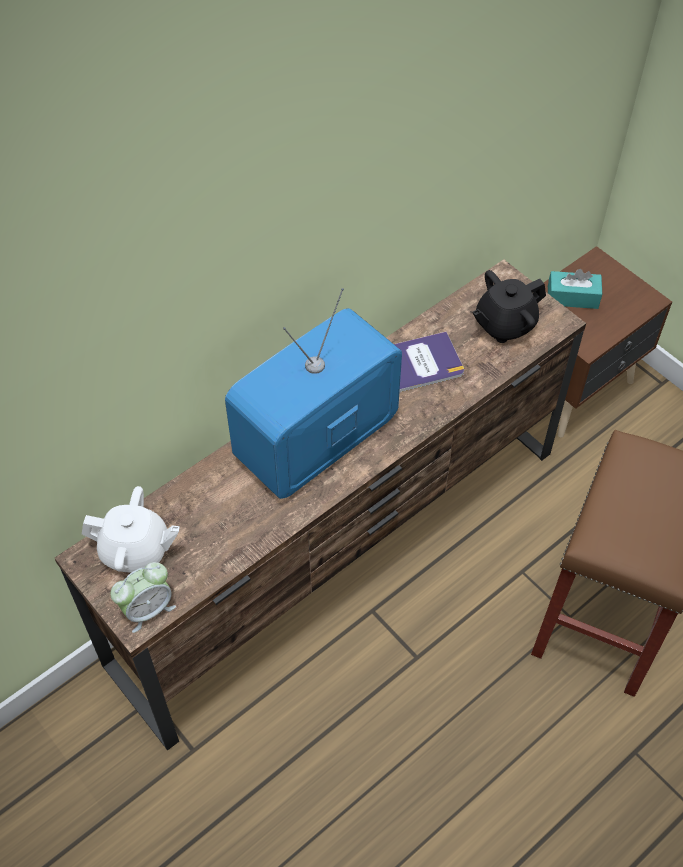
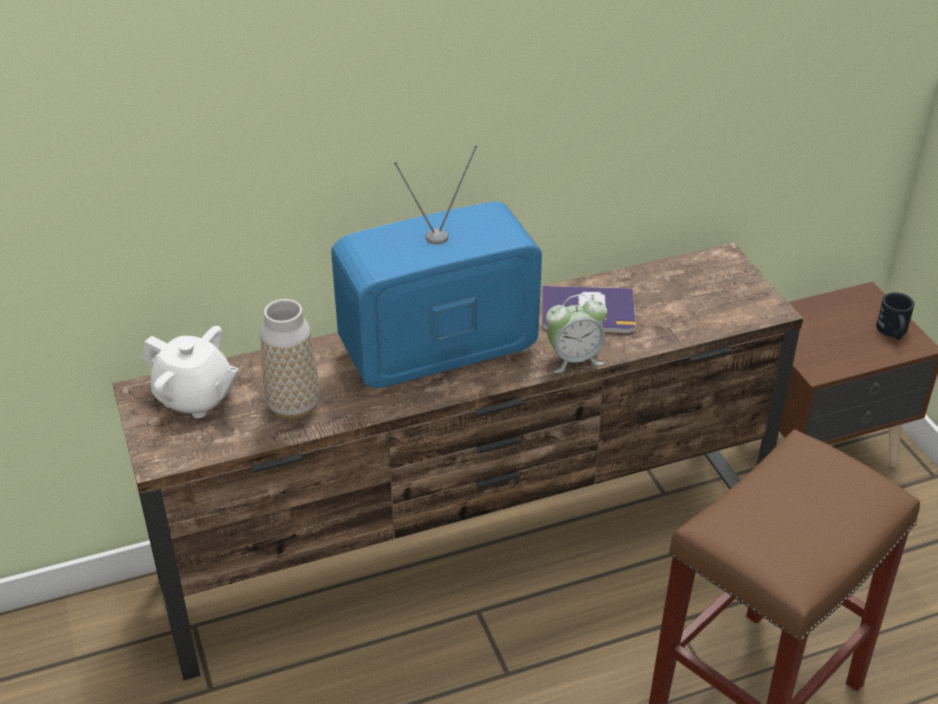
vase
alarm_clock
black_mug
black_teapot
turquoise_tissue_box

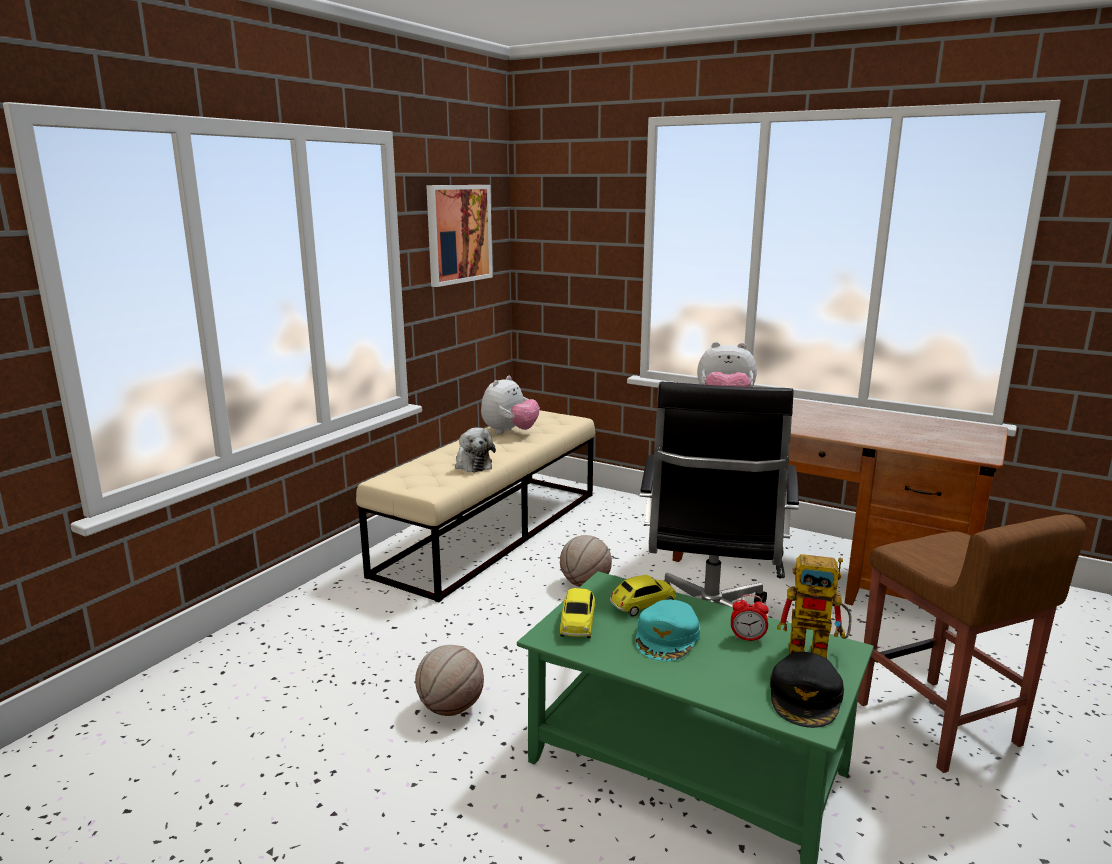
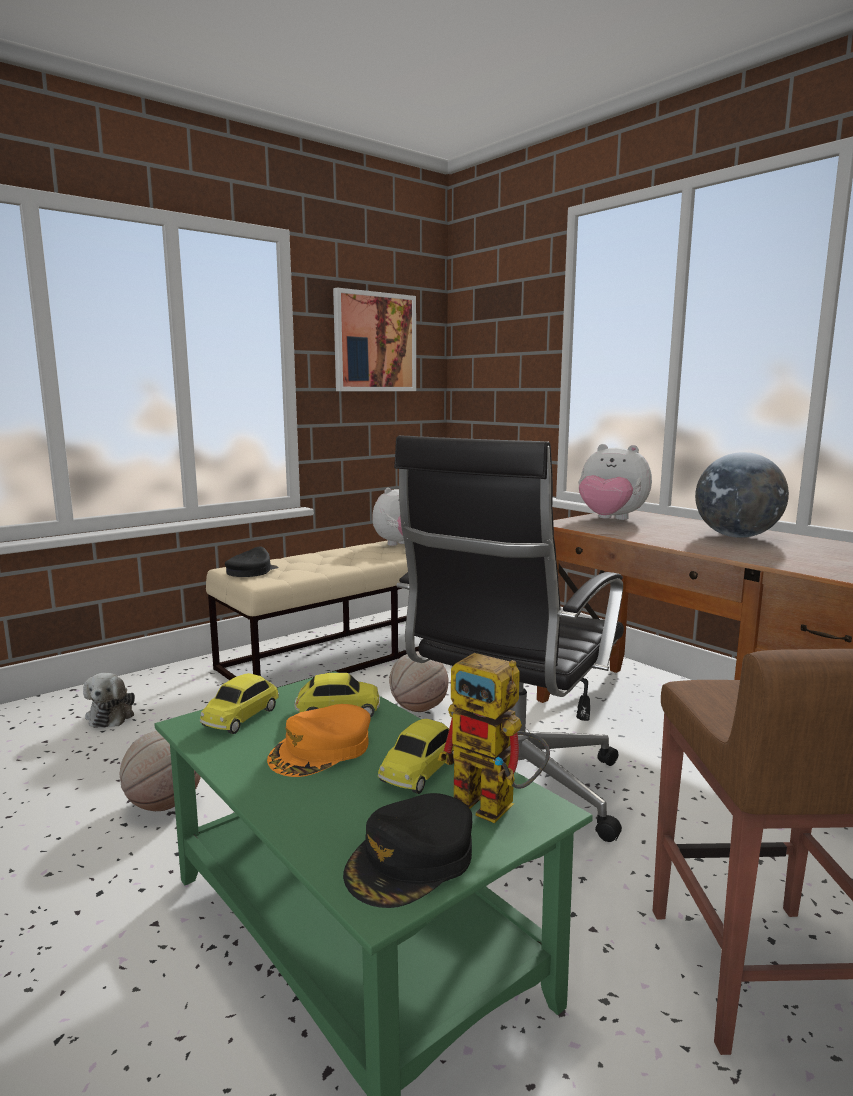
plush_toy (no. 1 from left)
black_cap (no. 1 from left)
orange_cap
toy_car (no. 3 from left)
globe

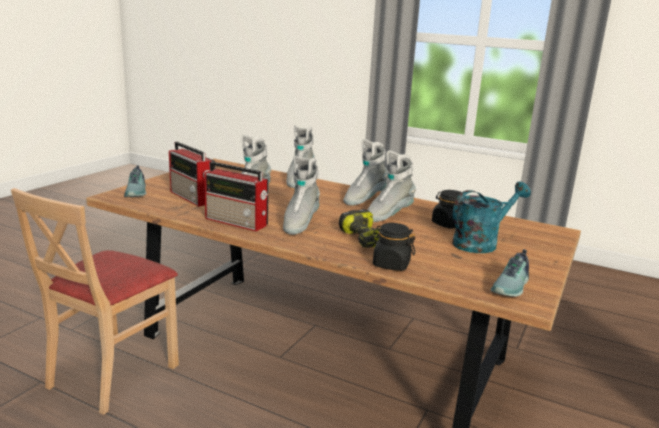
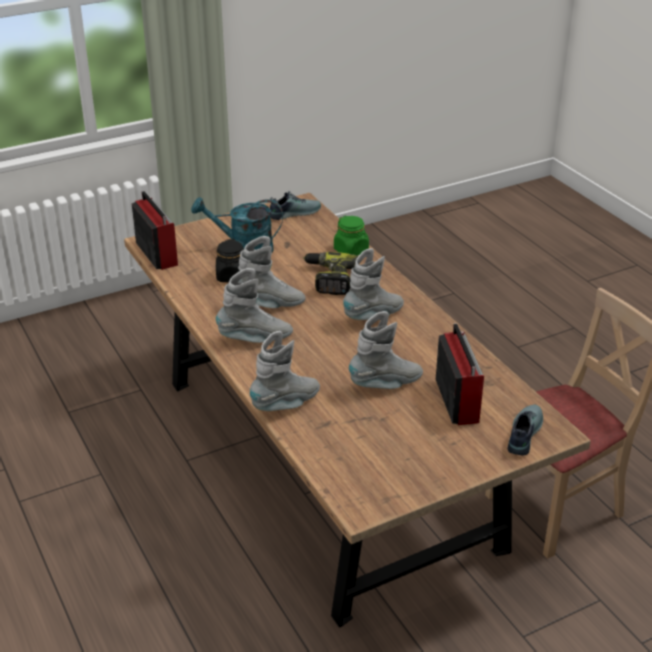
radio (no. 1 from left)
green_jar

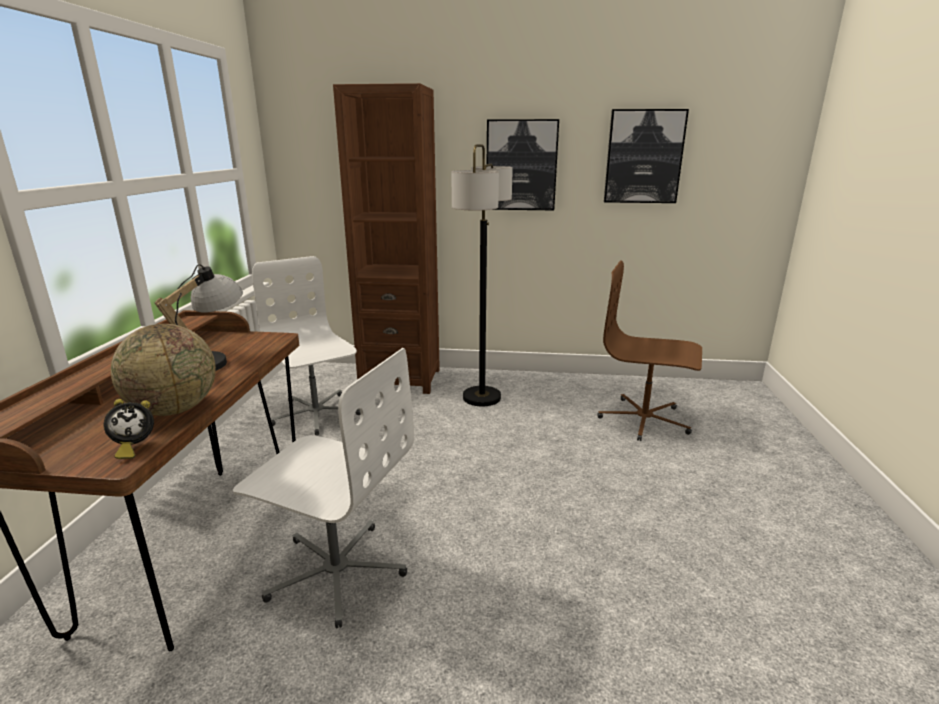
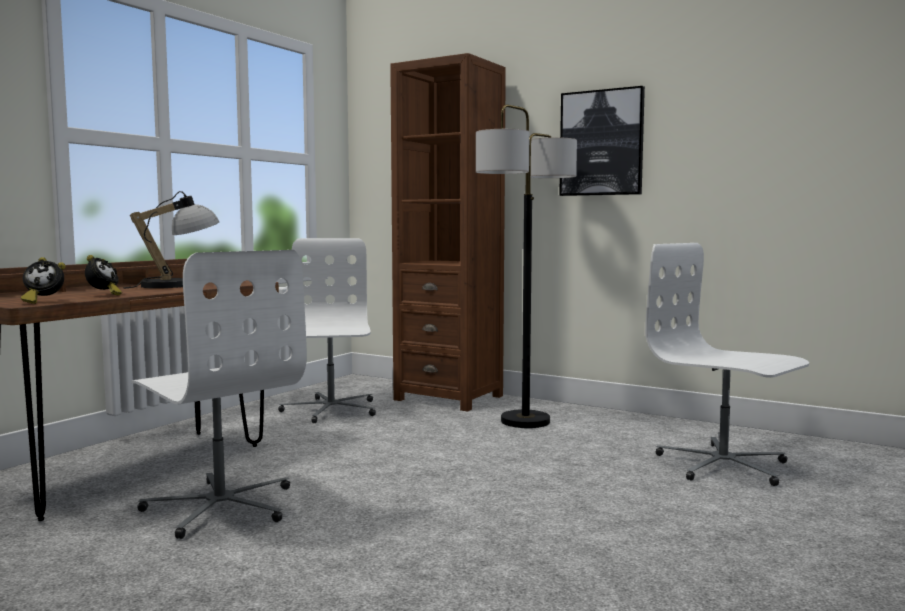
alarm_clock (no. 2 from left)
white_office_chair (no. 3 from left)
picture (no. 2 from left in the first image)

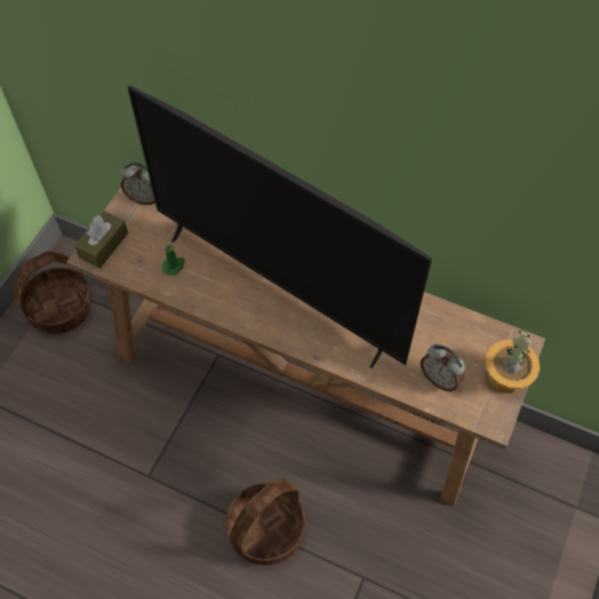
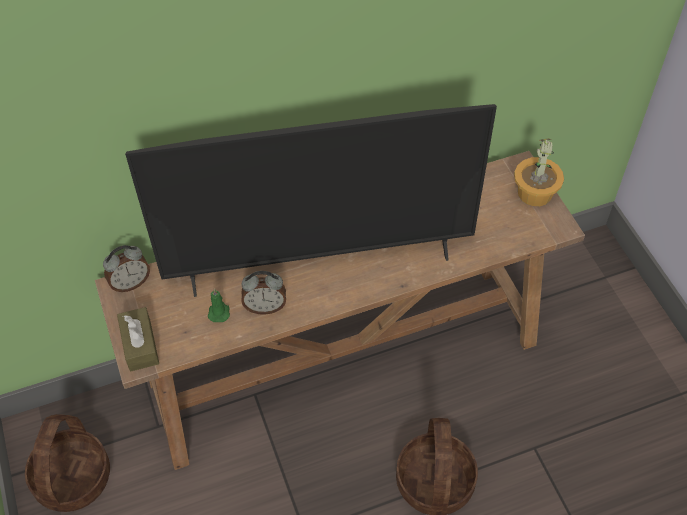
alarm_clock (no. 2 from left)

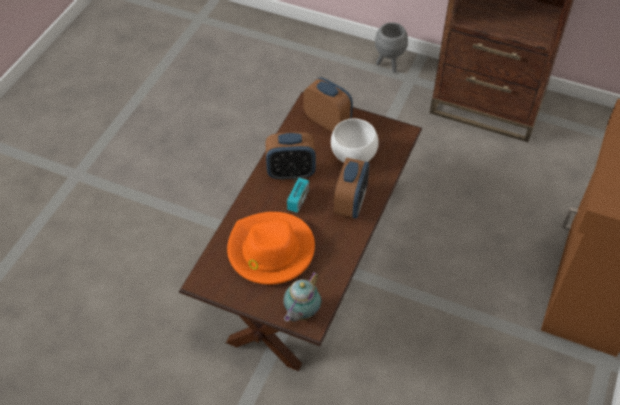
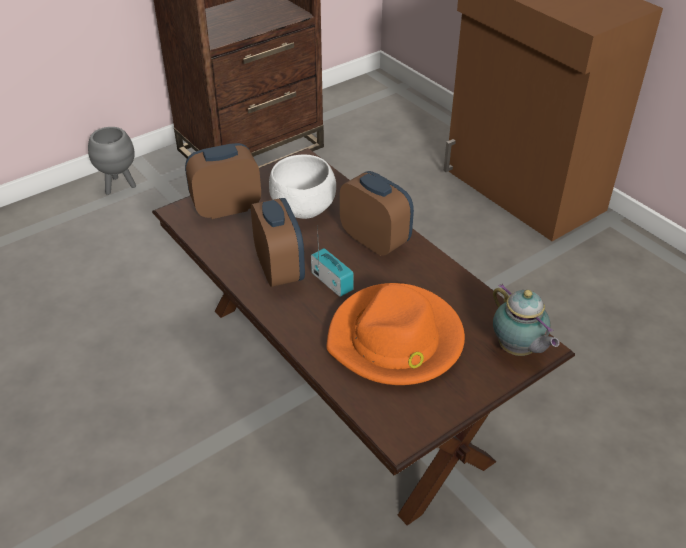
alarm_clock (no. 2 from left)

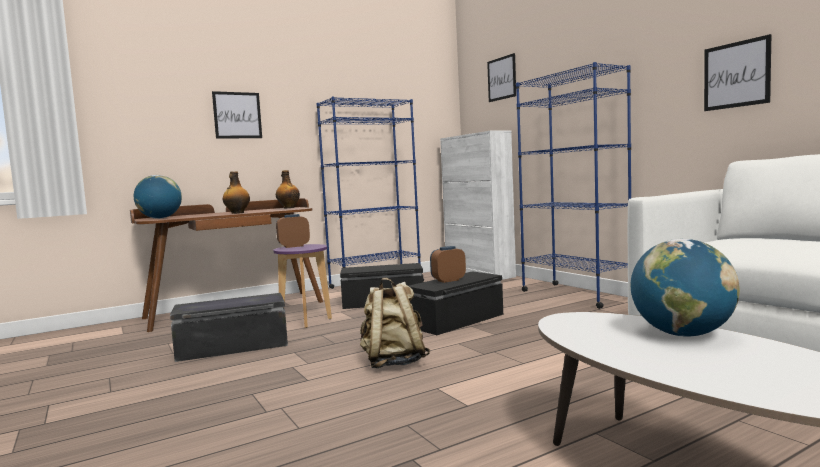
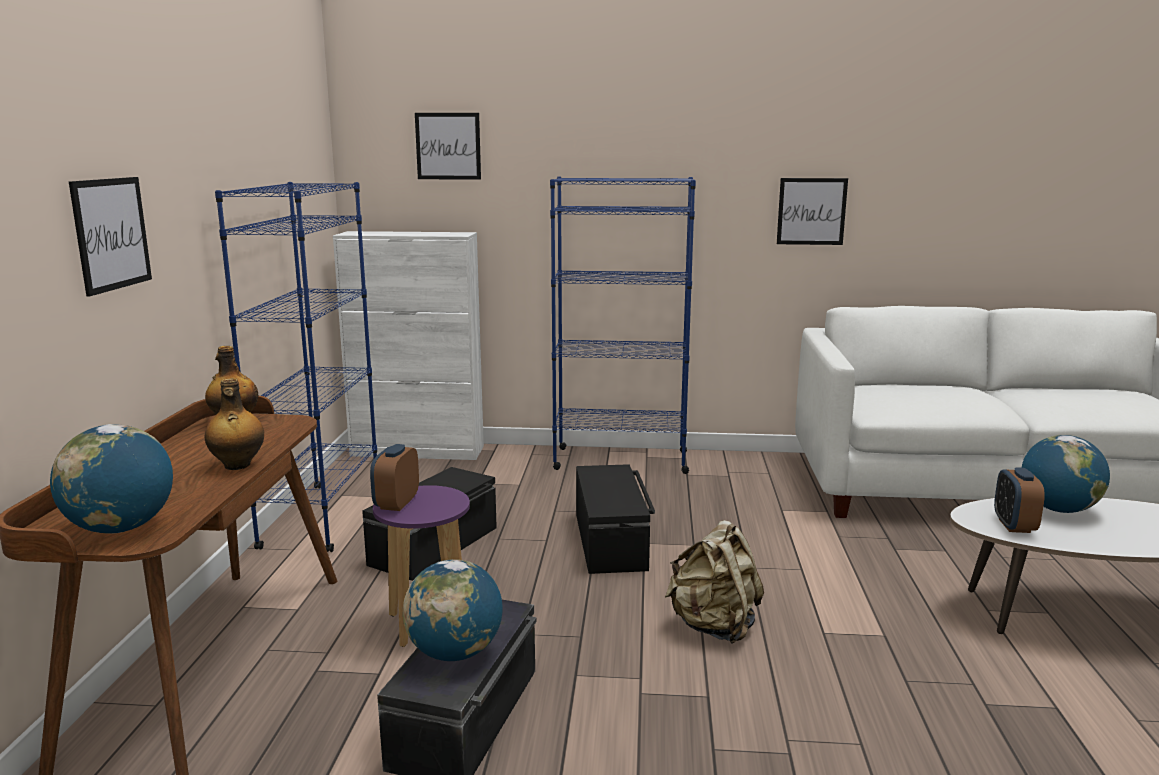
globe (no. 2 from left)
alarm_clock (no. 2 from left)

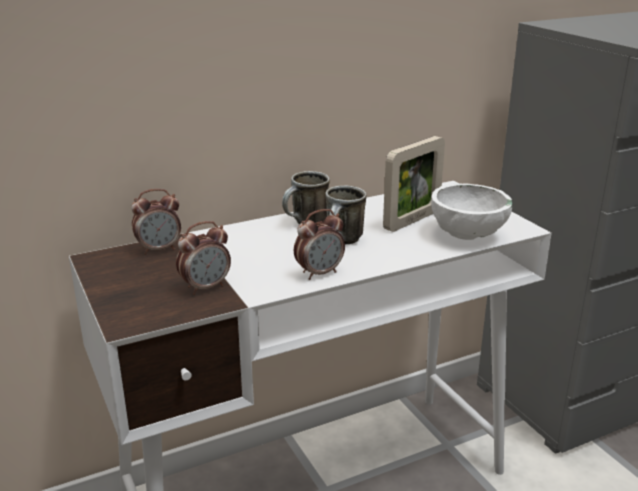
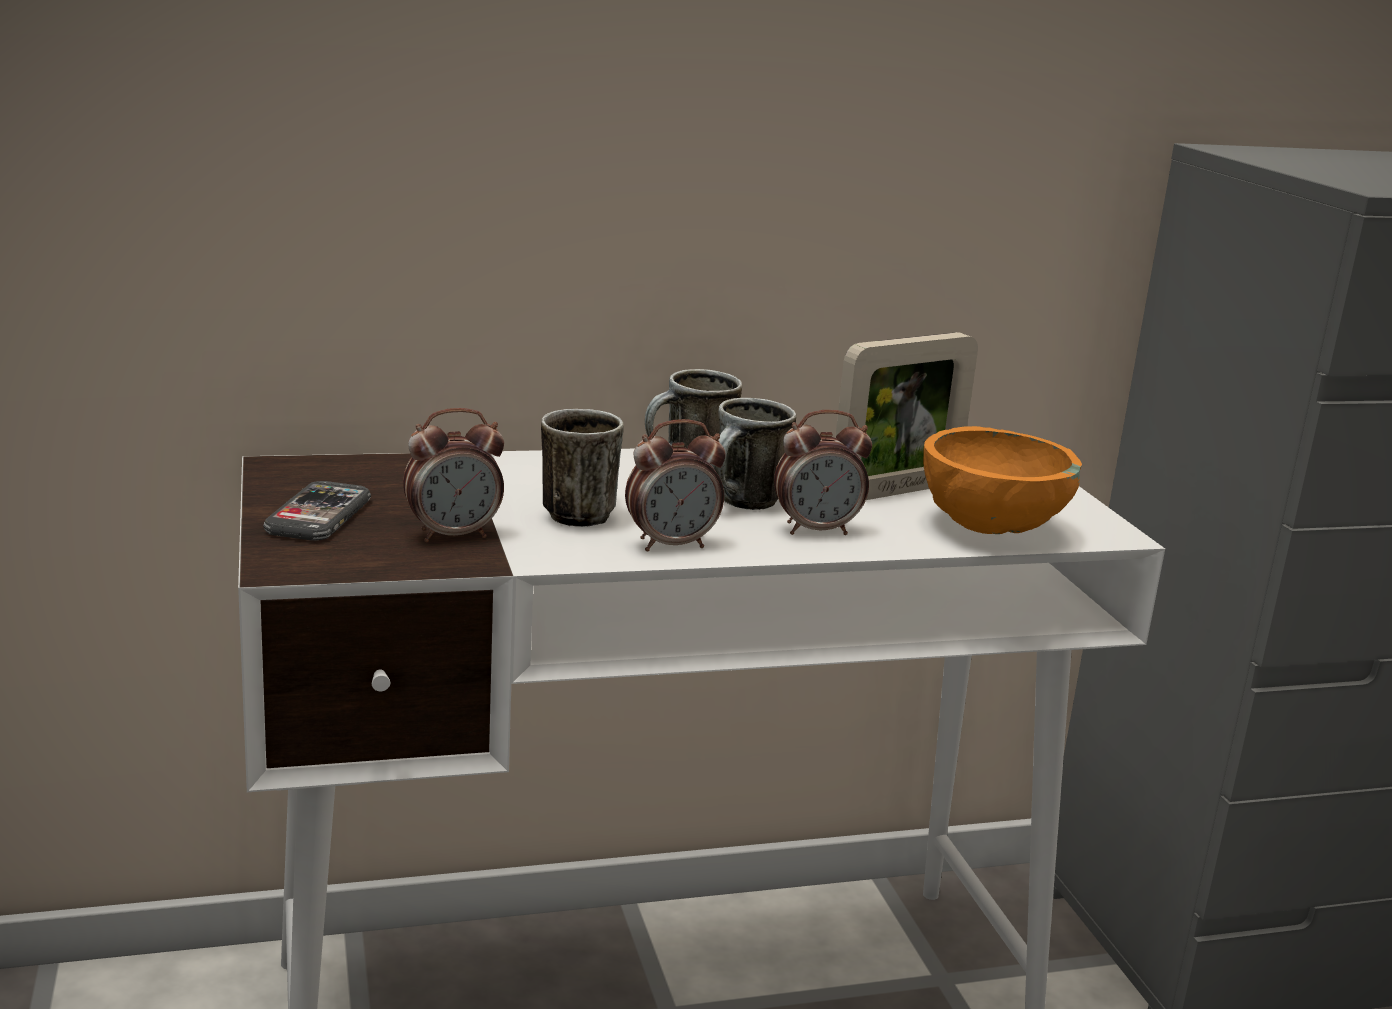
phone
mug (no. 1 from left)
alarm_clock (no. 3 from left)
orange_bowl

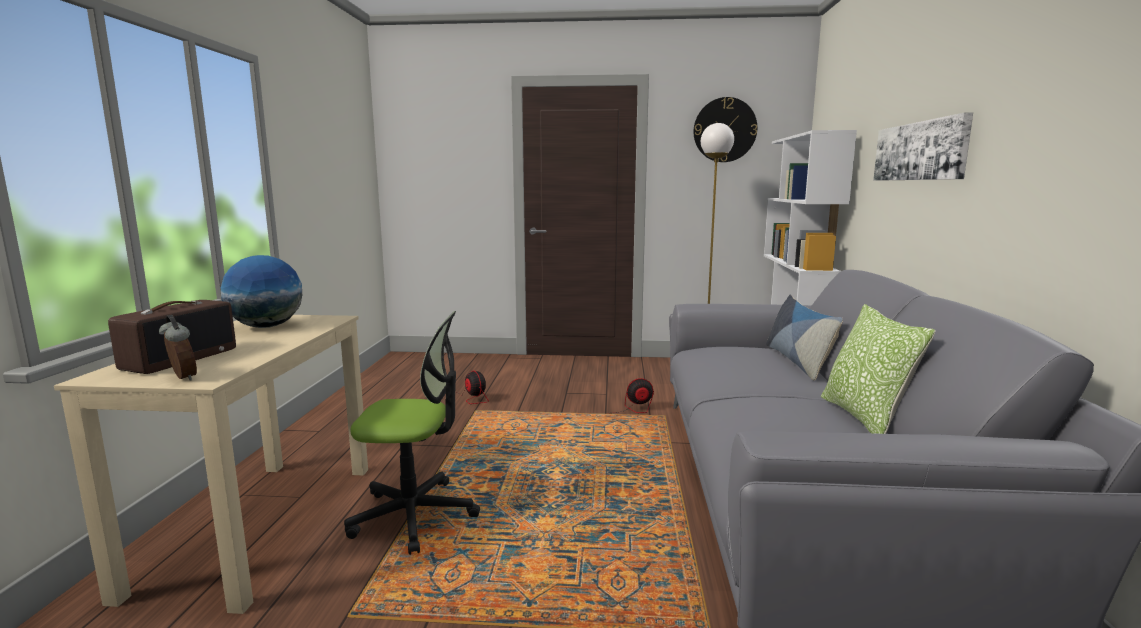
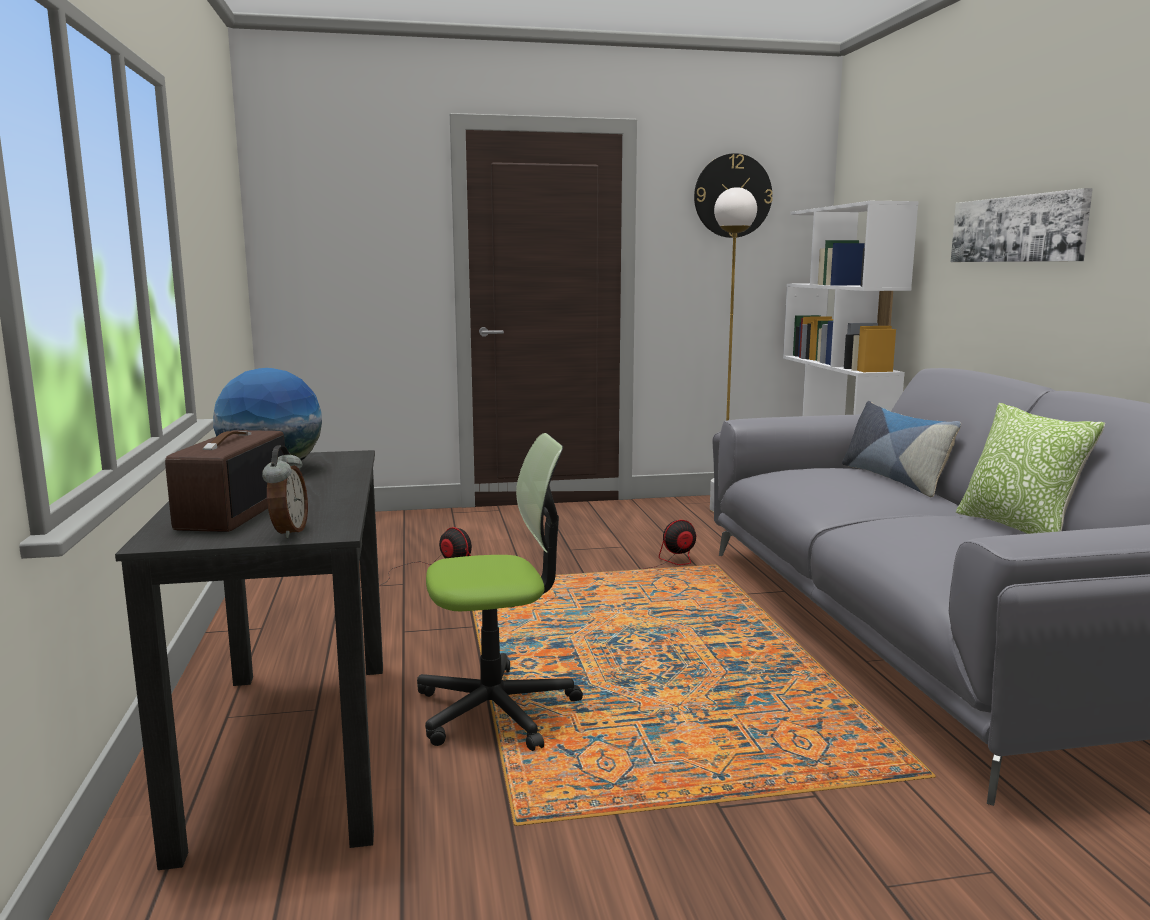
black_desk
alarm_clock

